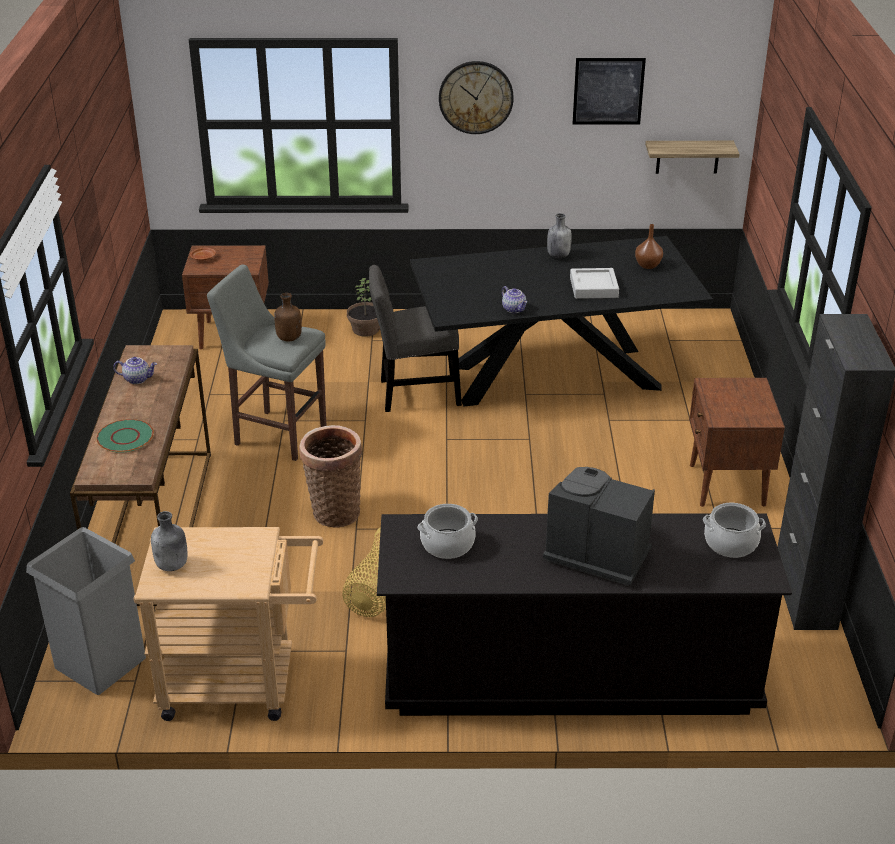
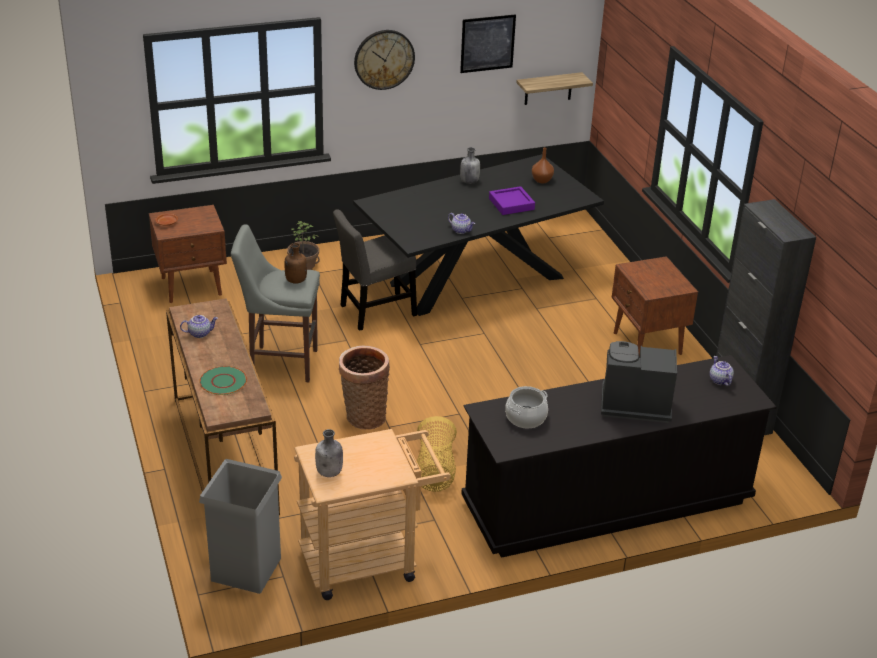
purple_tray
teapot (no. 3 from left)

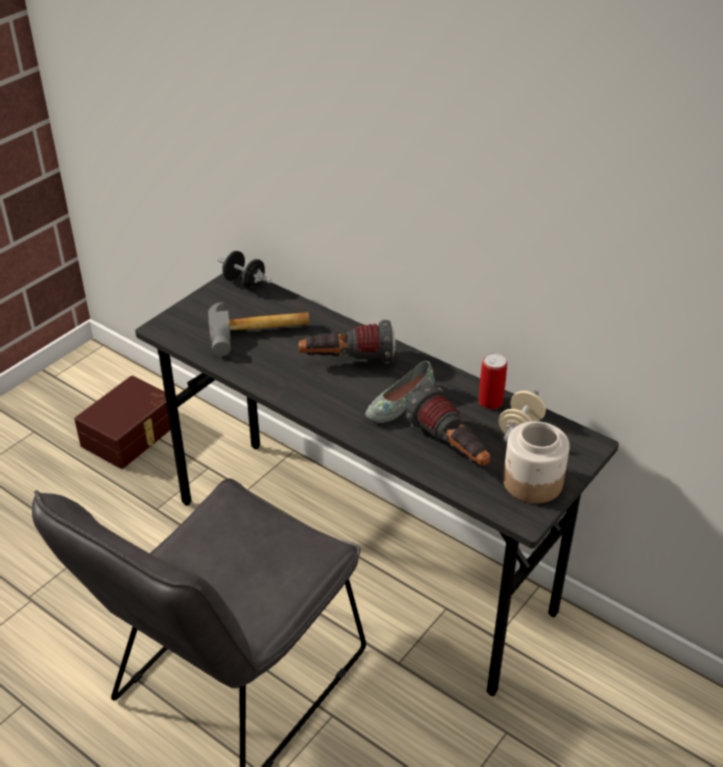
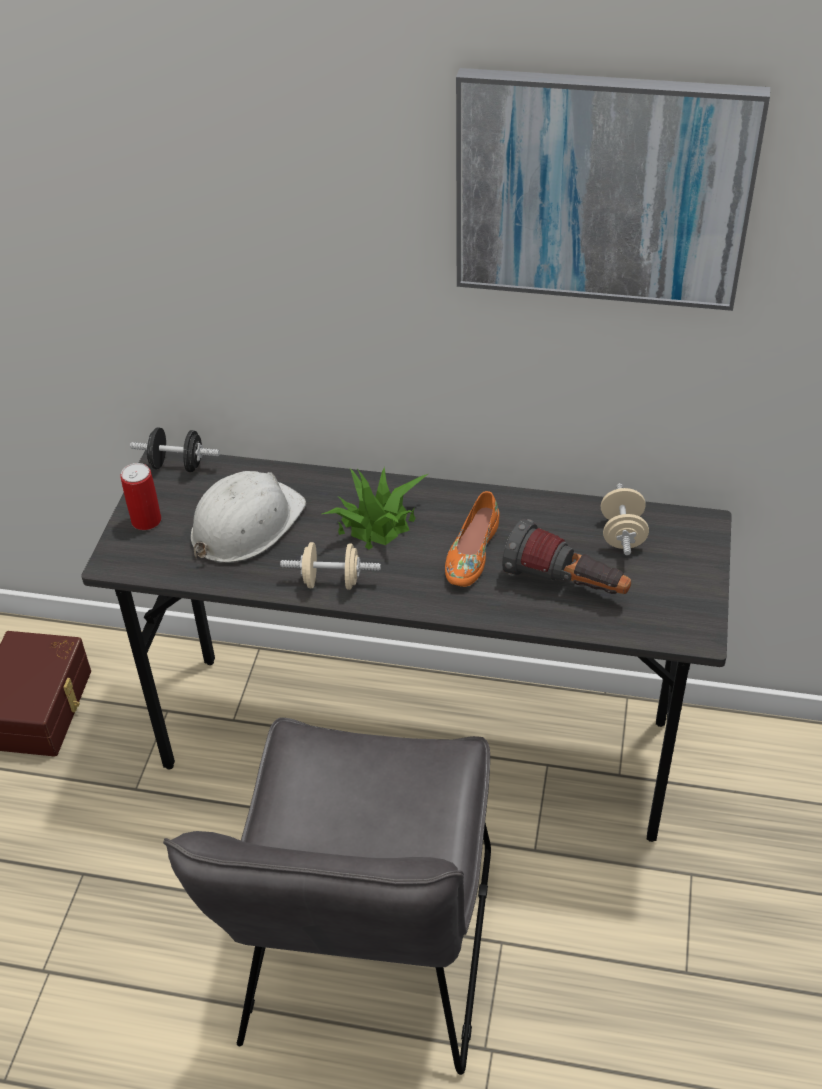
can
white_hard_hat
beige_dumbbell (no. 1 from left)
potted_plant
orange_shoe
picture
jar

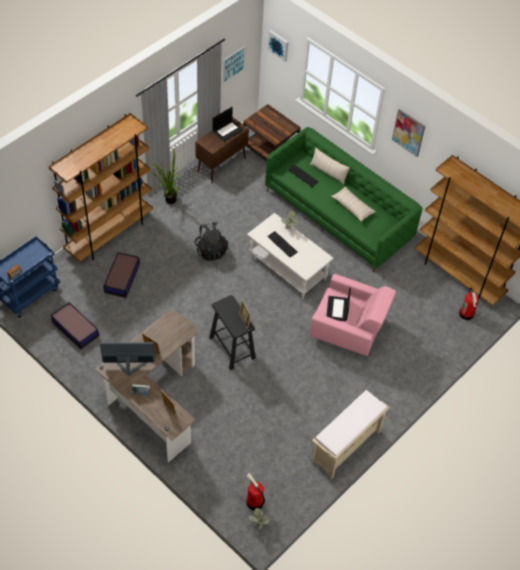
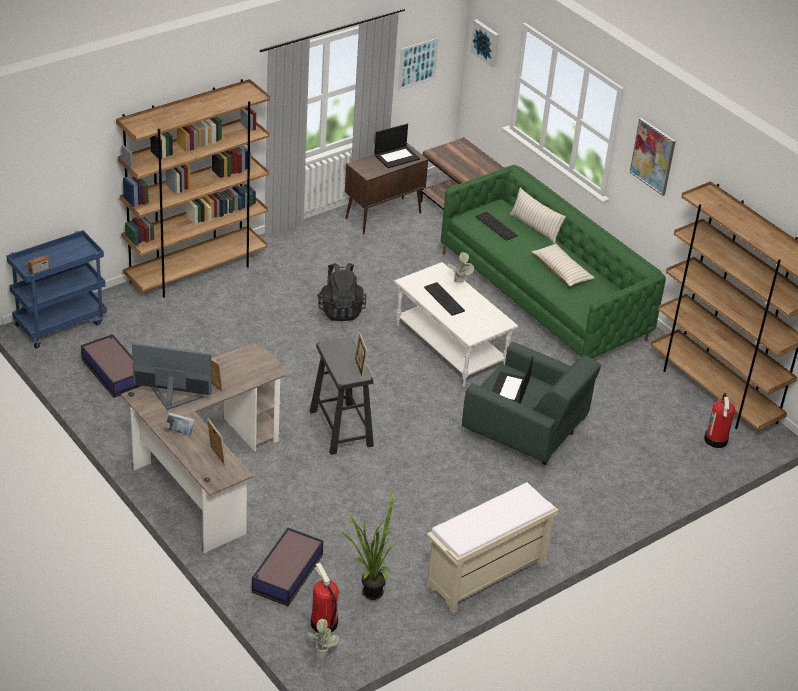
storage_box (no. 2 from left)
potted_plant (no. 2 from left)
green_armchair

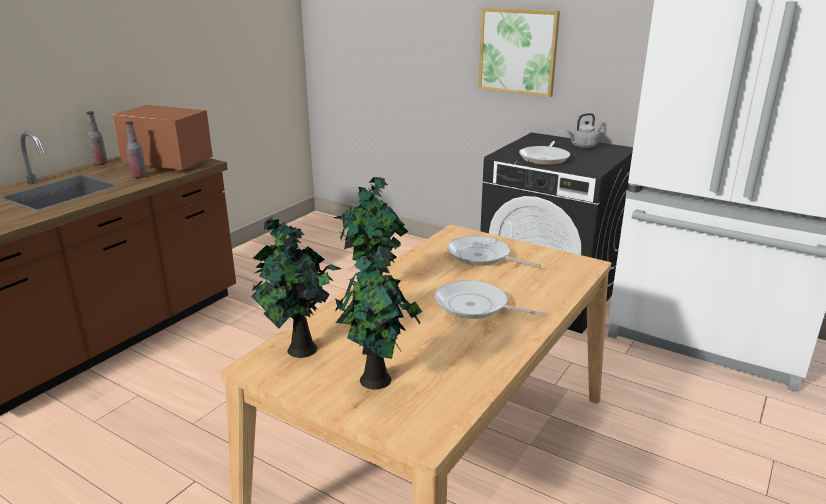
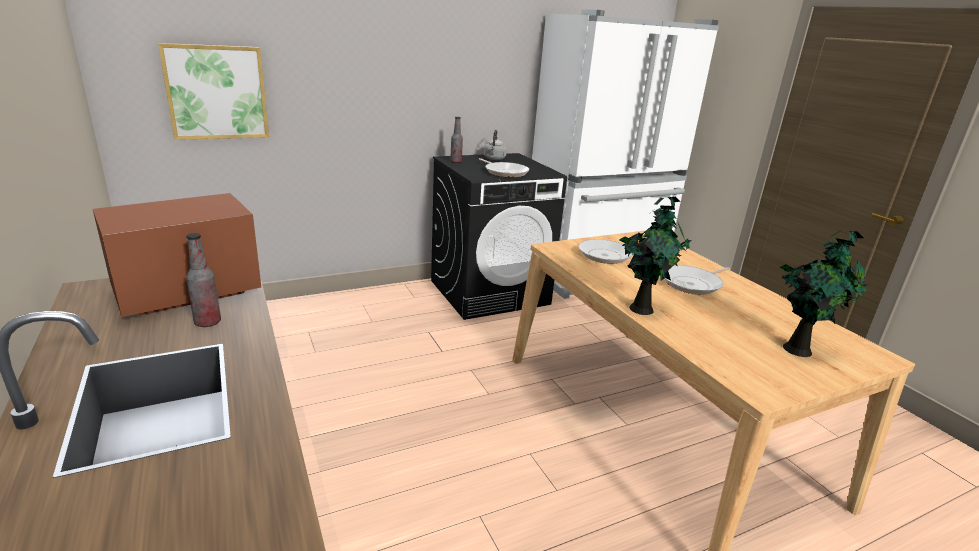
picture
bottle (no. 2 from left)
potted_plant (no. 1 from left in the first image)

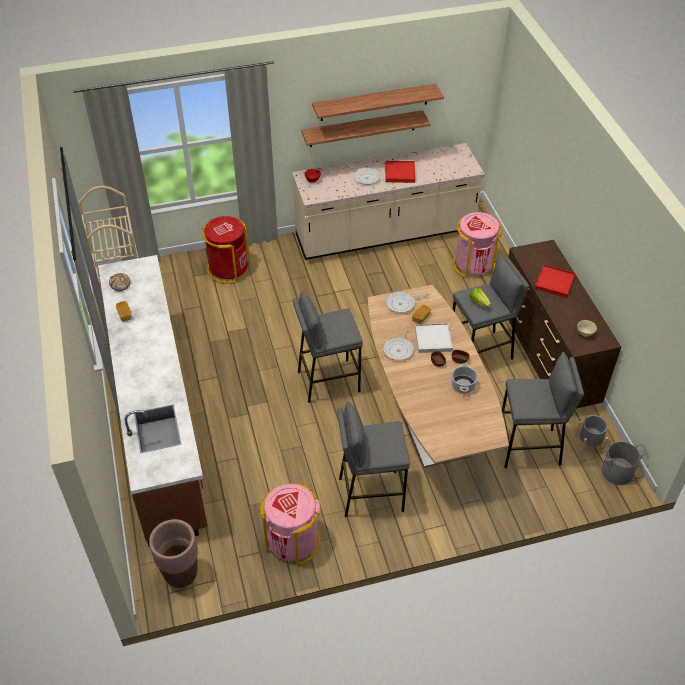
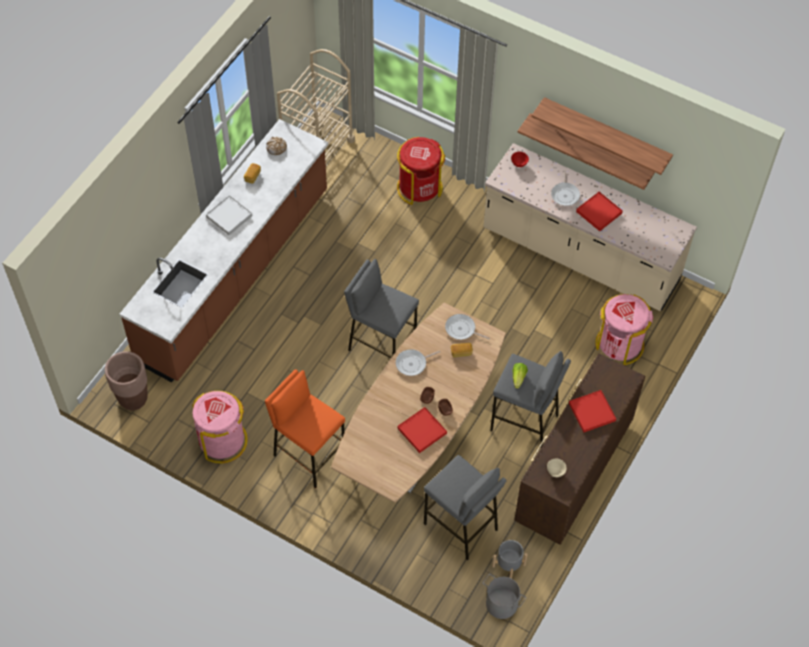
white_tray
orange_stool
red_tray (no. 1 from left)

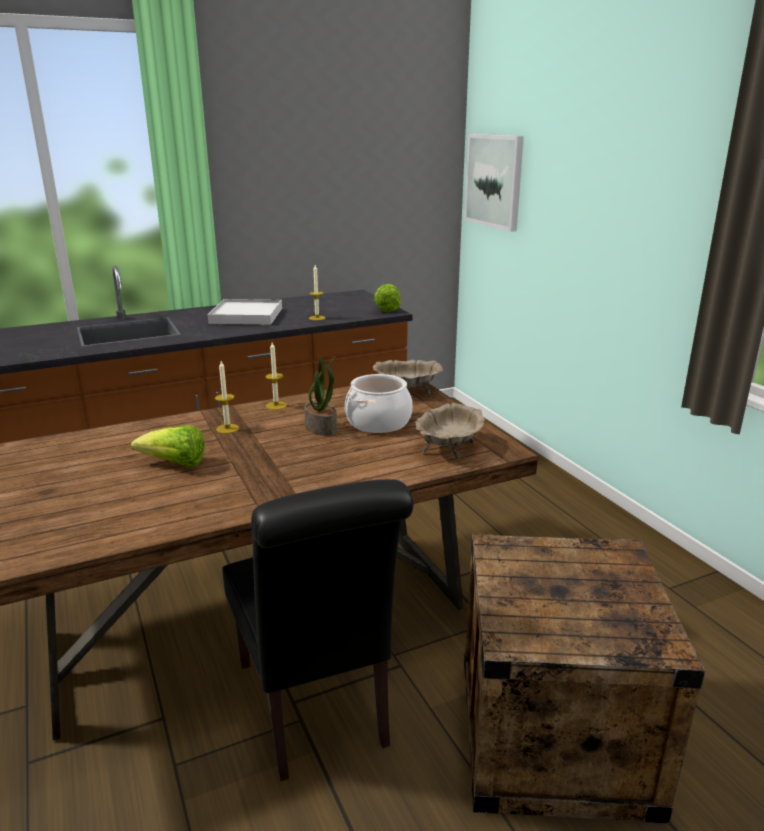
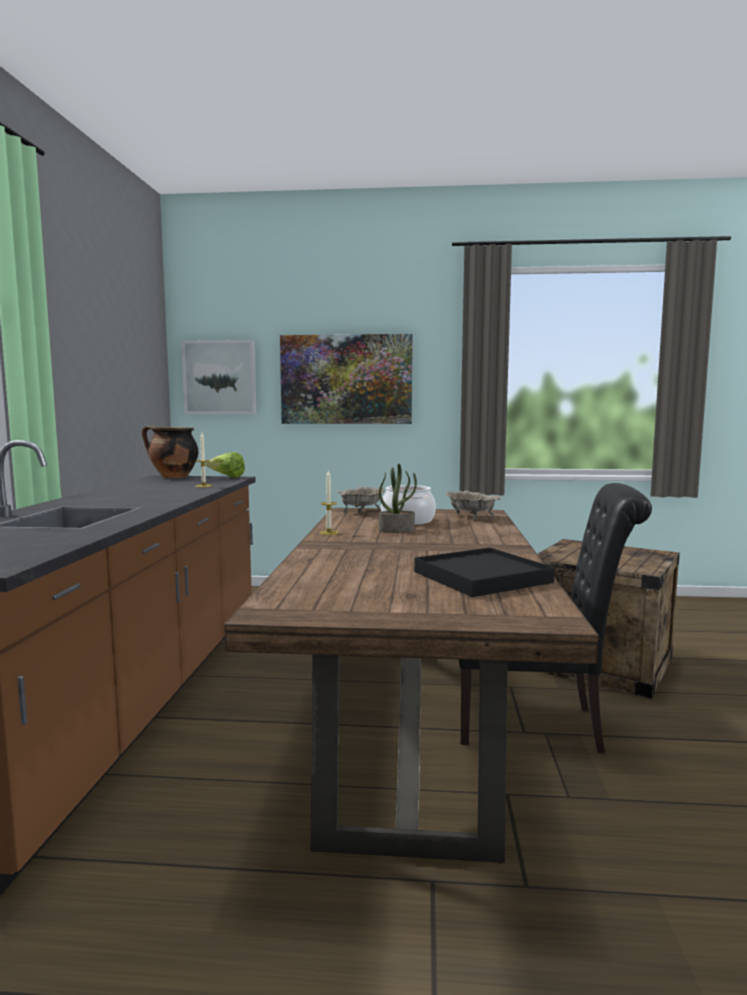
cooking_pot (no. 1 from left)
picture (no. 2 from left)
black_tray
lettuce (no. 1 from left in the first image)
white_tray
candle (no. 1 from left in the first image)

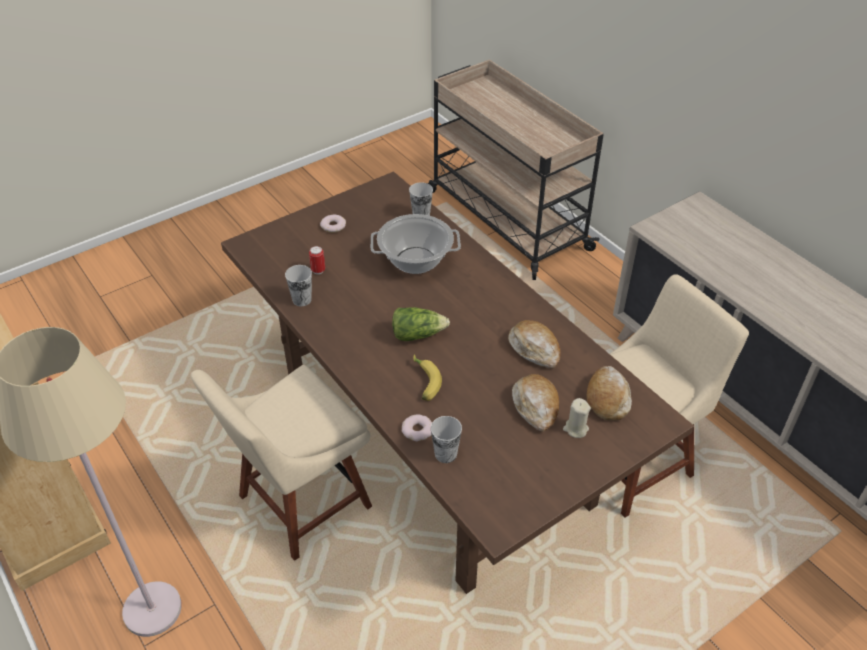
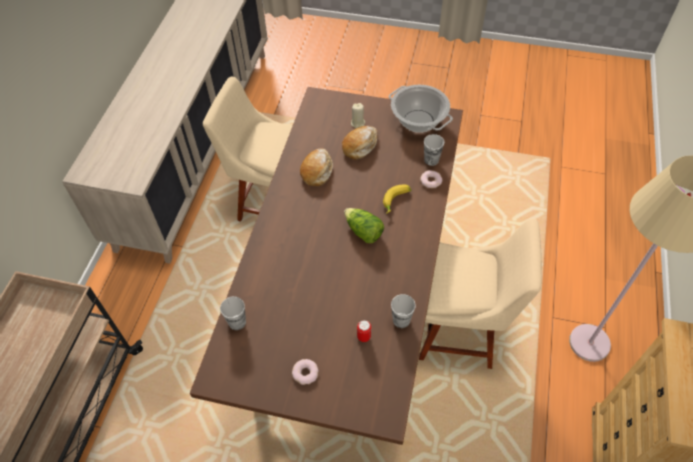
cooking_pot
bread (no. 3 from left in the first image)

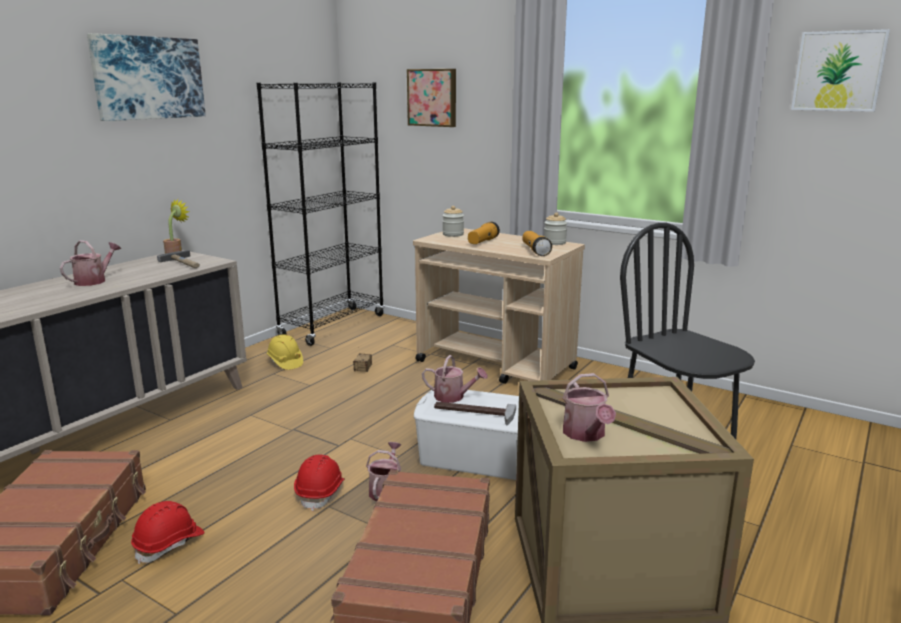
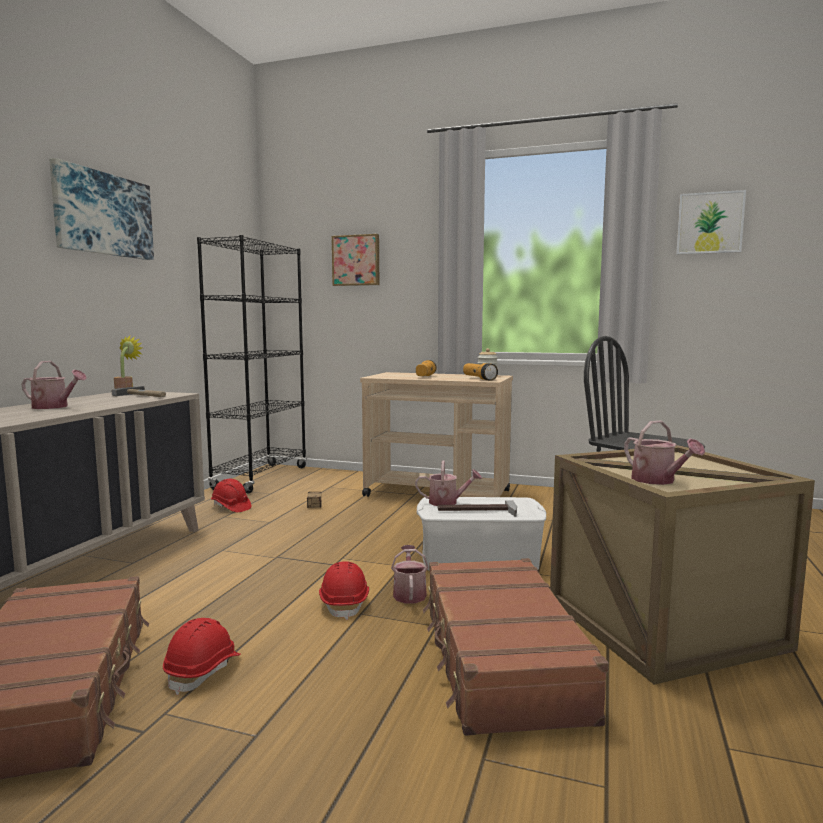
watering_can (no. 1 from left)
red_hard_hat (no. 2 from left)
jar (no. 1 from left in the first image)

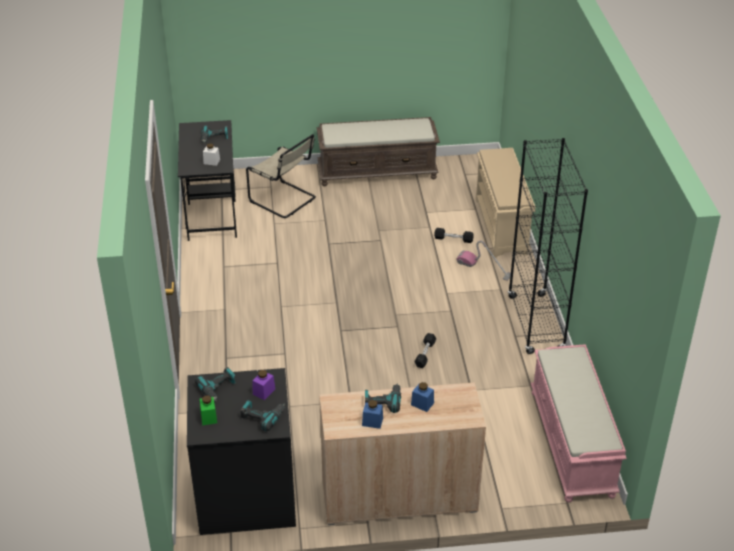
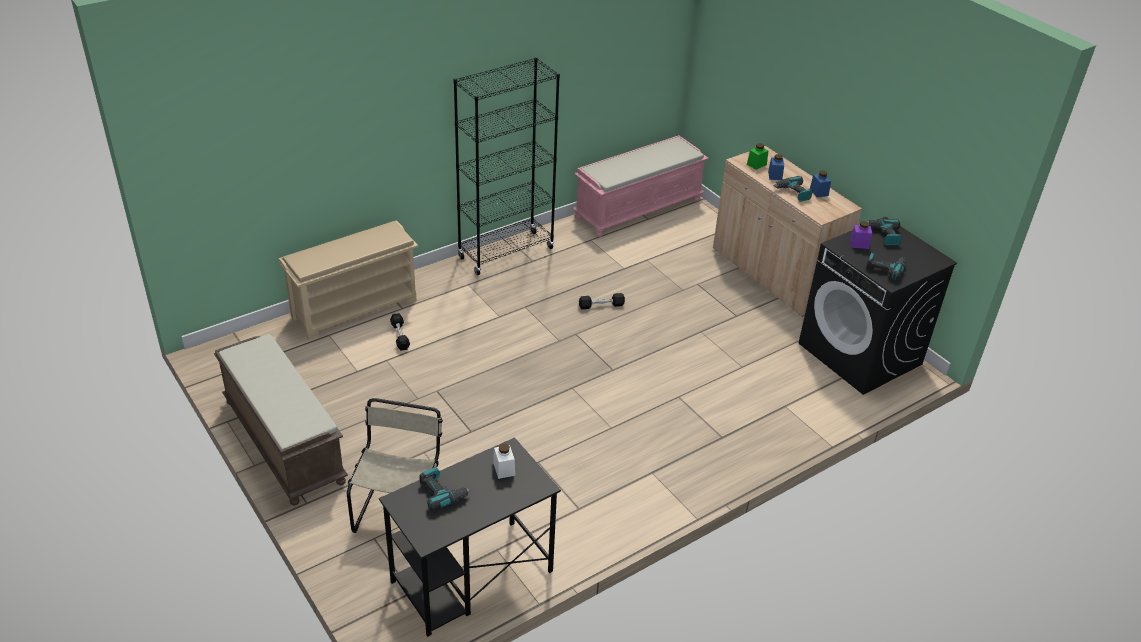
green_jar
vacuum_cleaner

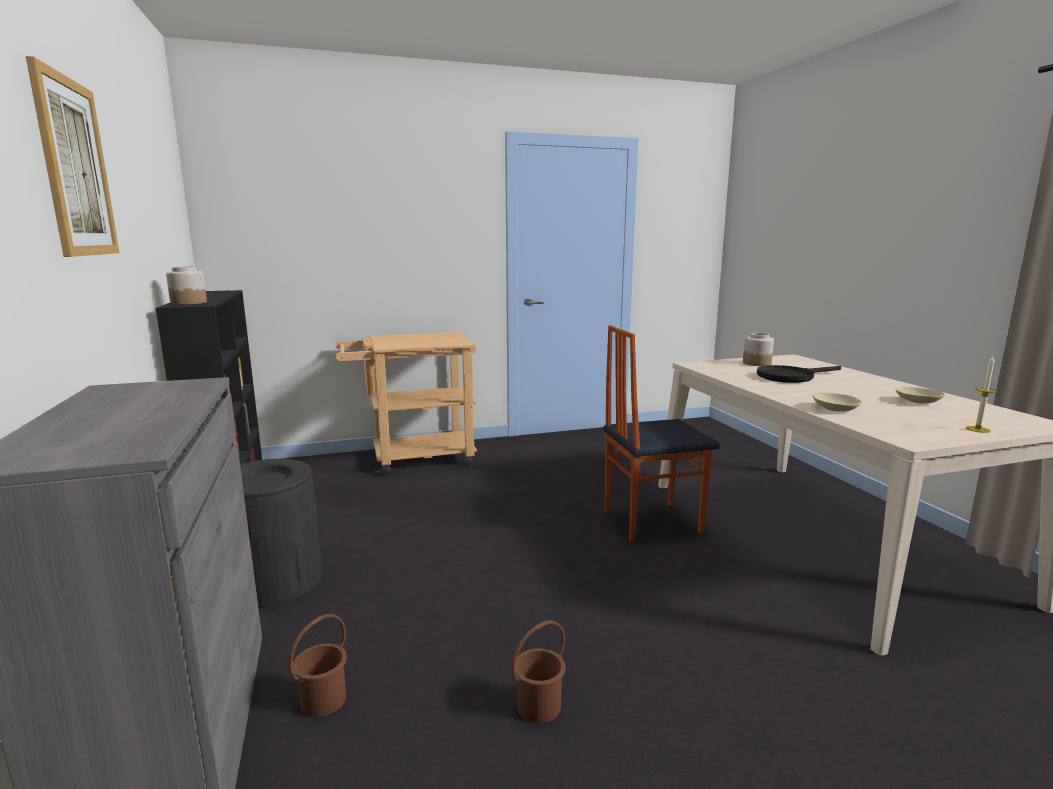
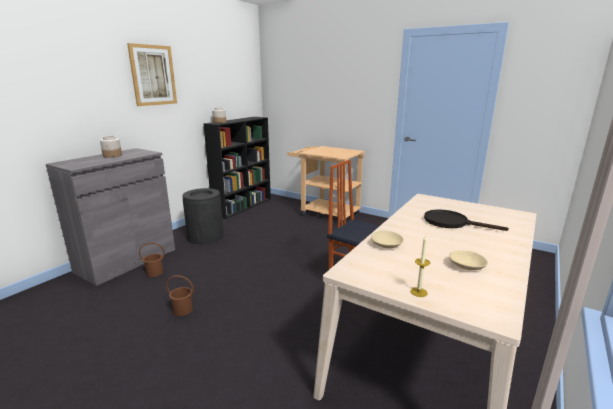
jar (no. 1 from left)

